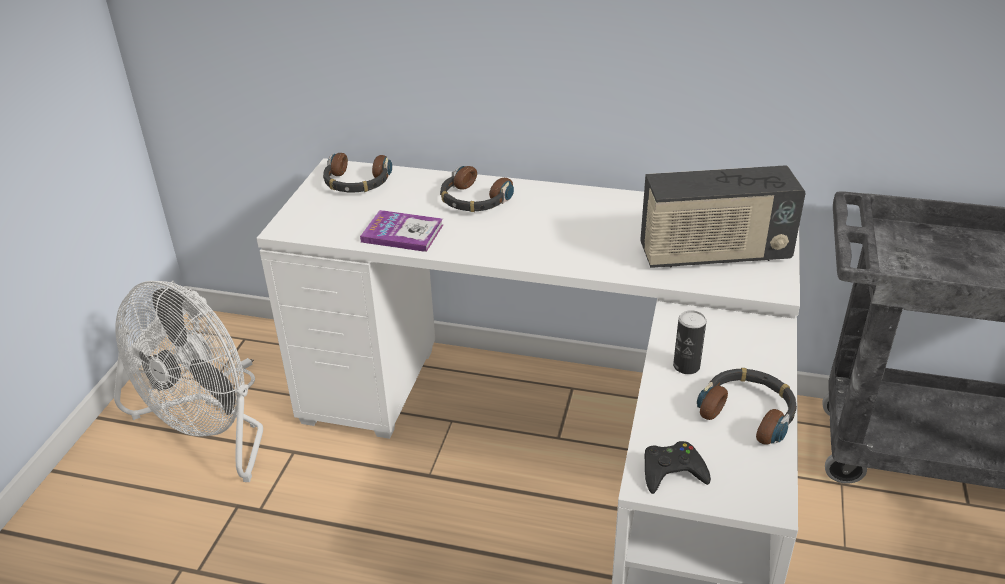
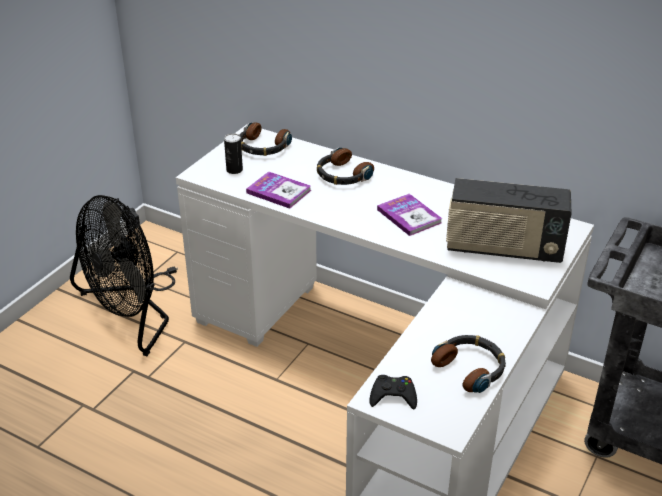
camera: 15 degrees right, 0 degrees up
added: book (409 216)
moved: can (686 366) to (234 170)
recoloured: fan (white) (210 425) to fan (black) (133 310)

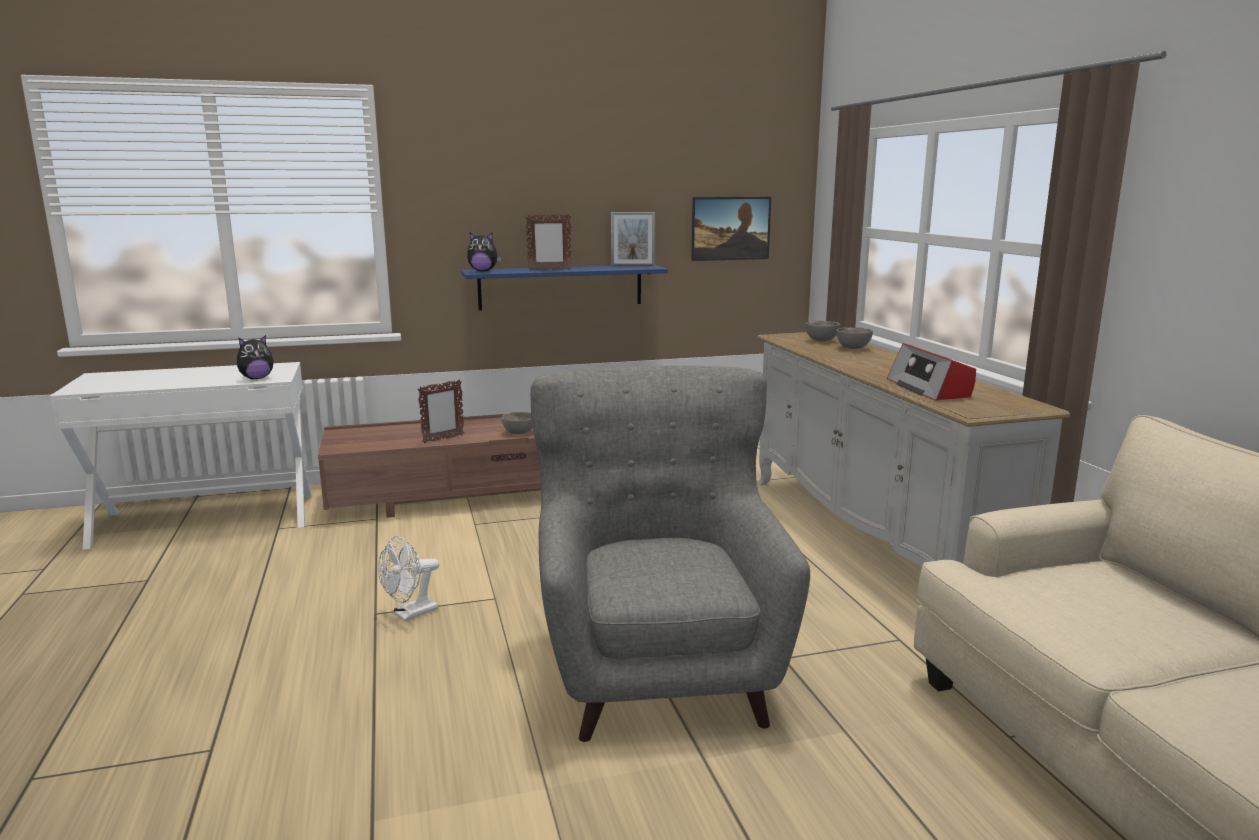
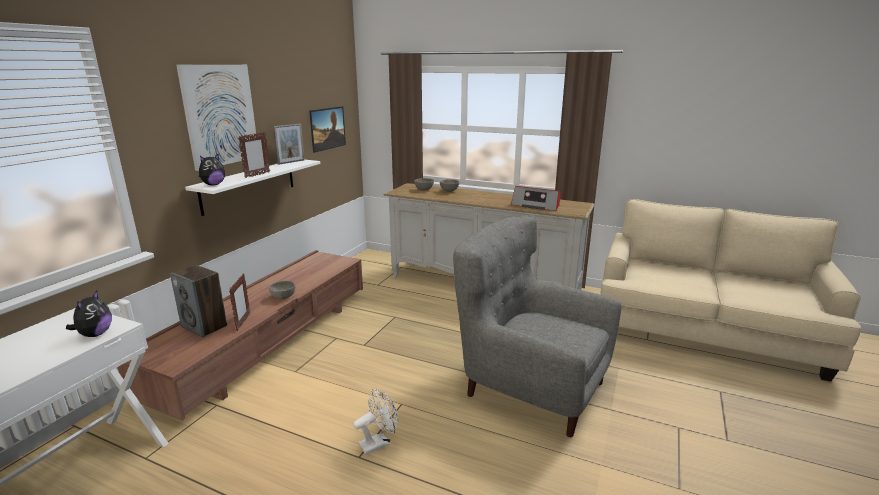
camera: 50 degrees left, 5 degrees up
added: speaker (205 326); picture (221 115)
recoloured: shelf (blue) (561 287) to shelf (white) (249 185)
turned: fan (white) (410 614) = (379 442) 120 degrees counterclockwise

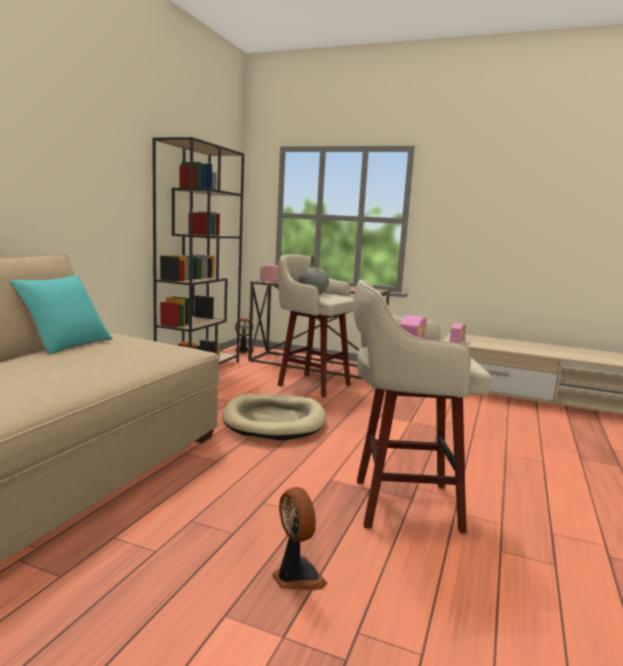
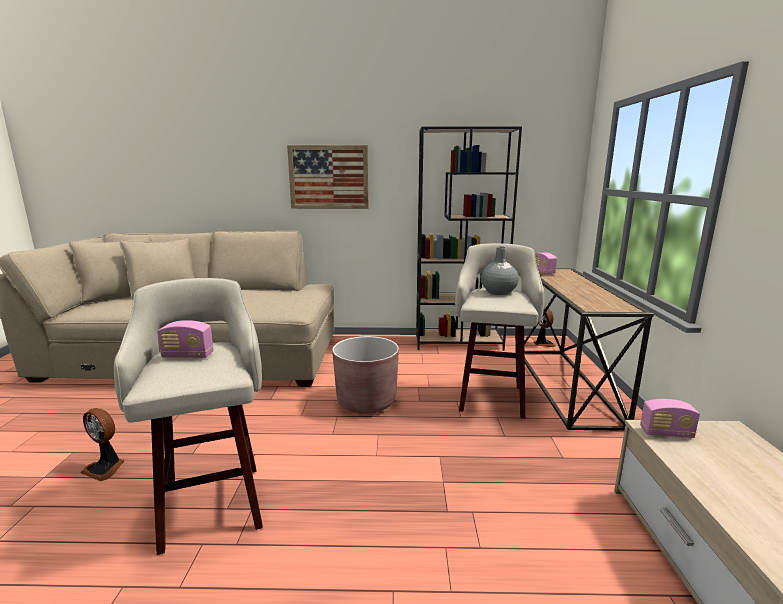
camera: 70 degrees right, 5 degrees up
removed: pillow (turquoise) (65 343)
added: picture (329 177)
replaced: dog bed (beige) (274 421) to planter (brown) (366 401)
turned: fan (296 576) = (105 468) 75 degrees clockwise

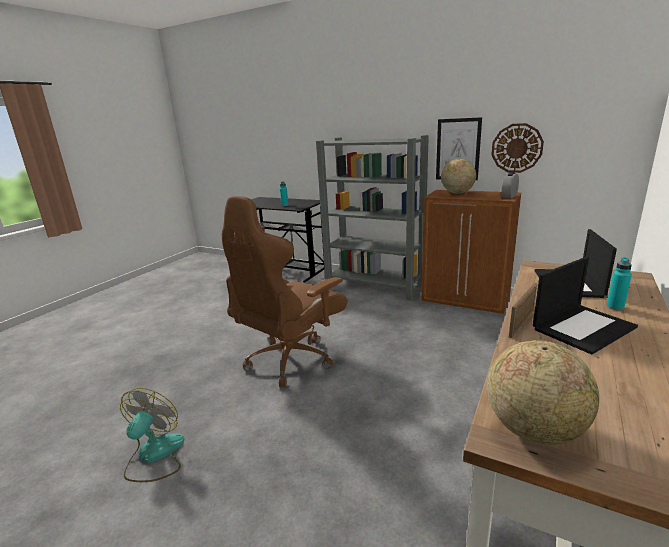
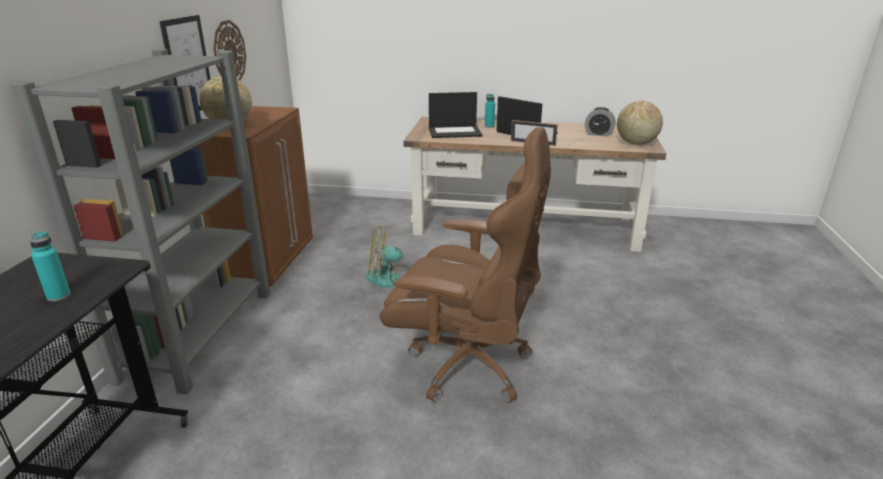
camera: 110 degrees left, 5 degrees up
moved: fan (154 456) to (391 279); alarm clock (509 196) to (598 134)

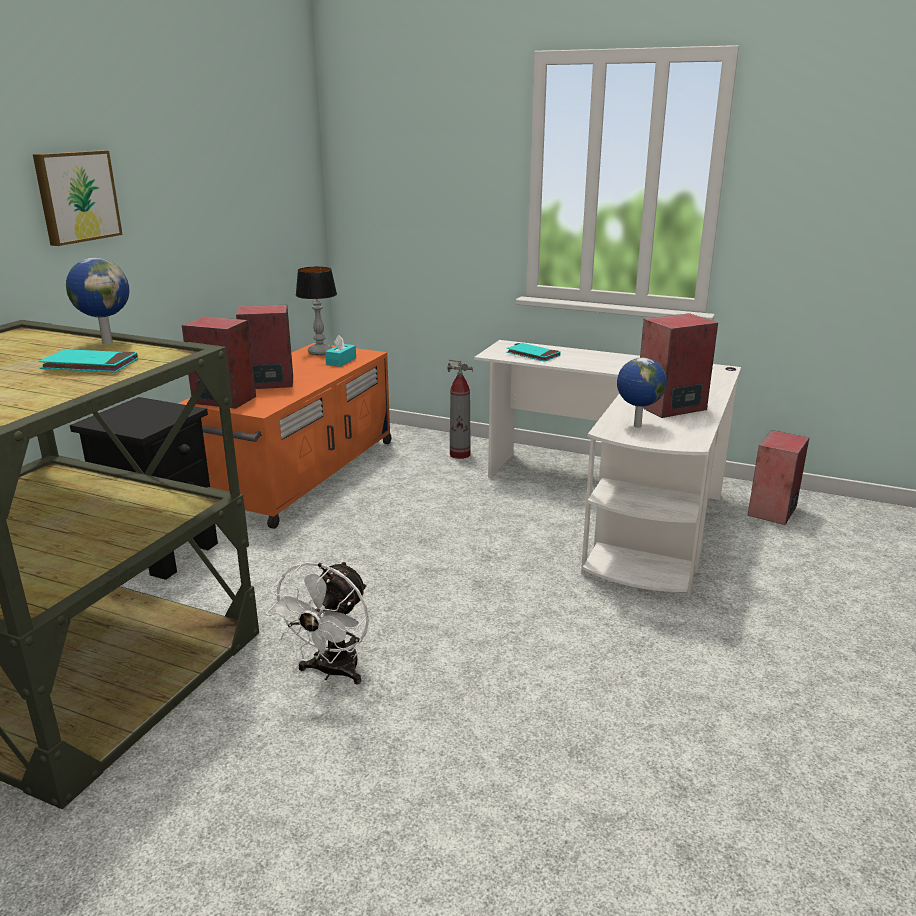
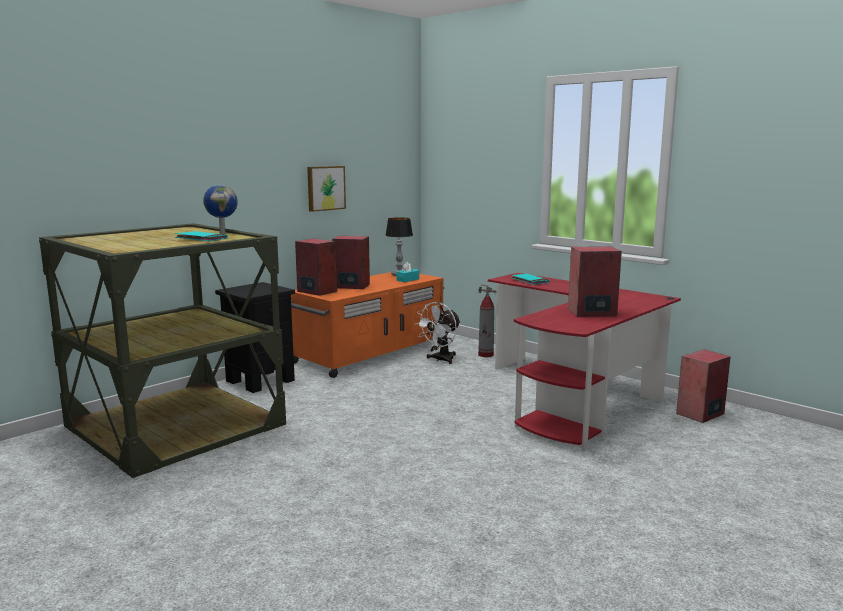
camera: 20 degrees right, 10 degrees down
removed: globe (636 426)
moved: picture (76 196) to (325 188); fan (white) (332 672) to (440 360)
recoloured: desk (white) (618 509) to desk (red) (575 397)

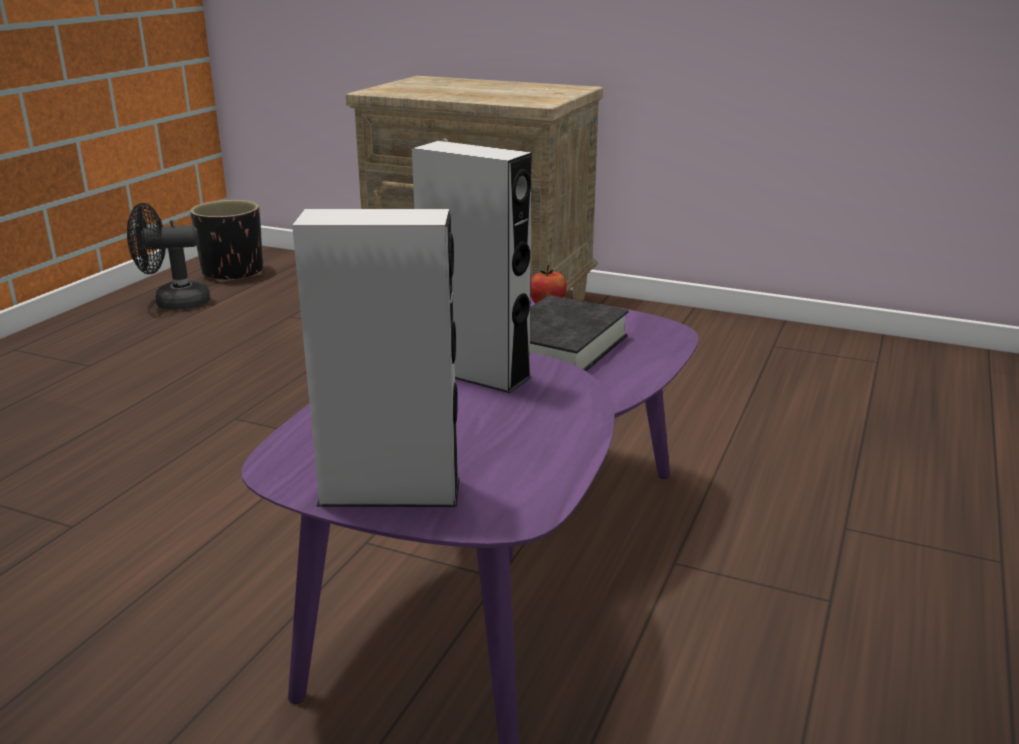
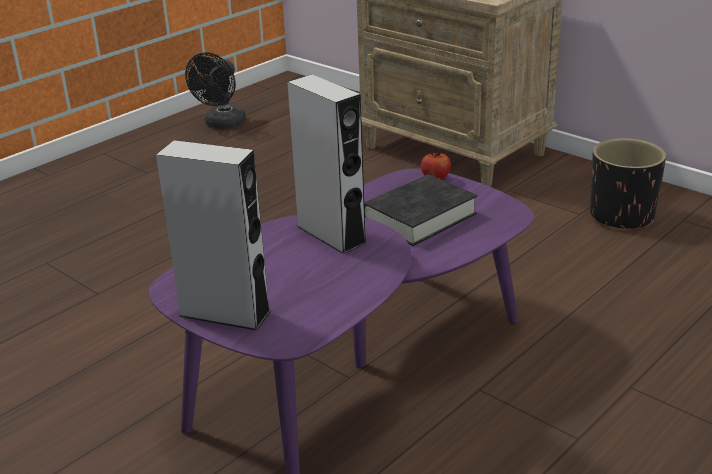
camera: 20 degrees right, 5 degrees up
moved: planter (black) (232 273) to (620 216)
turned: fan (black) (173 303) = (222 125) 75 degrees counterclockwise

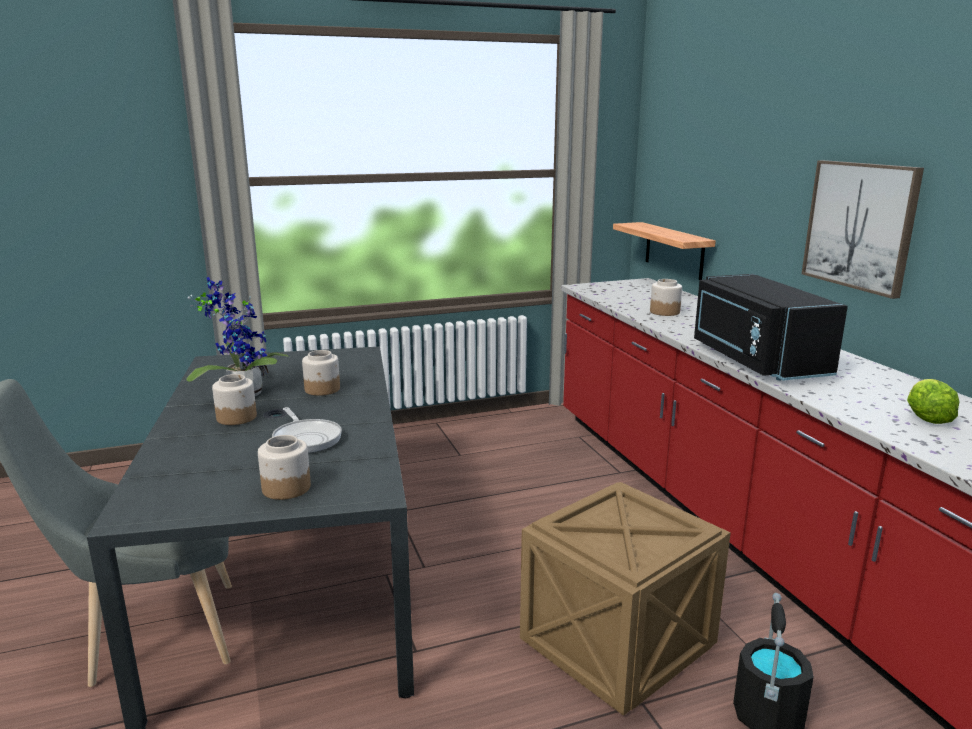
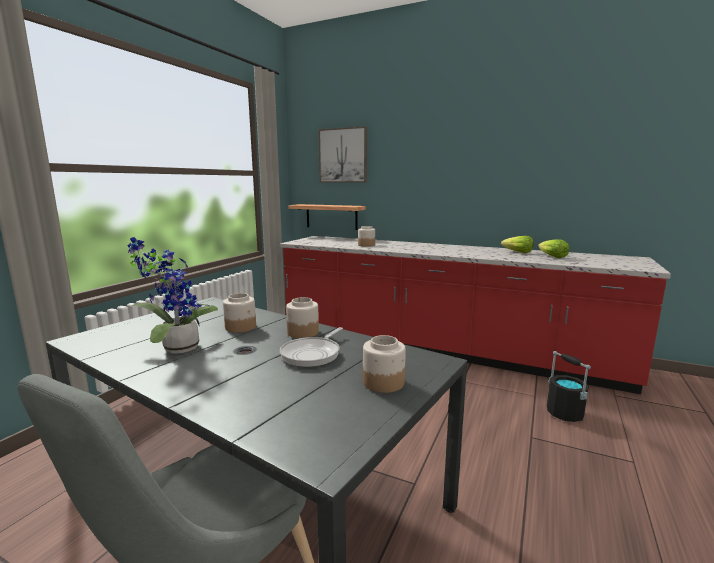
camera: 45 degrees left, 5 degrees down
removed: crate (619 642); microwave (black) (755 360)
added: lettuce (517 252)
moved: jar (237 417) to (302 332); picture (860 225) to (343 155)
turned: frying pan (306 439) = (313 354) 105 degrees clockwise

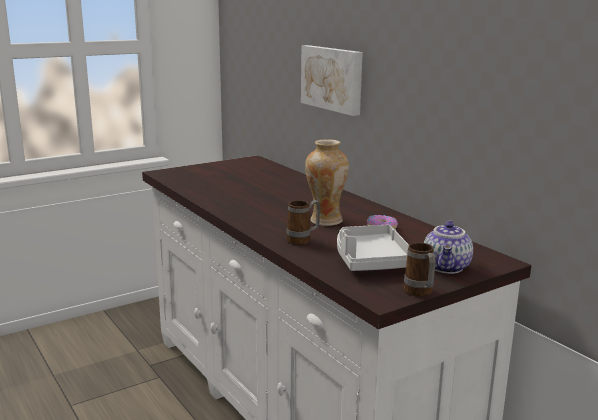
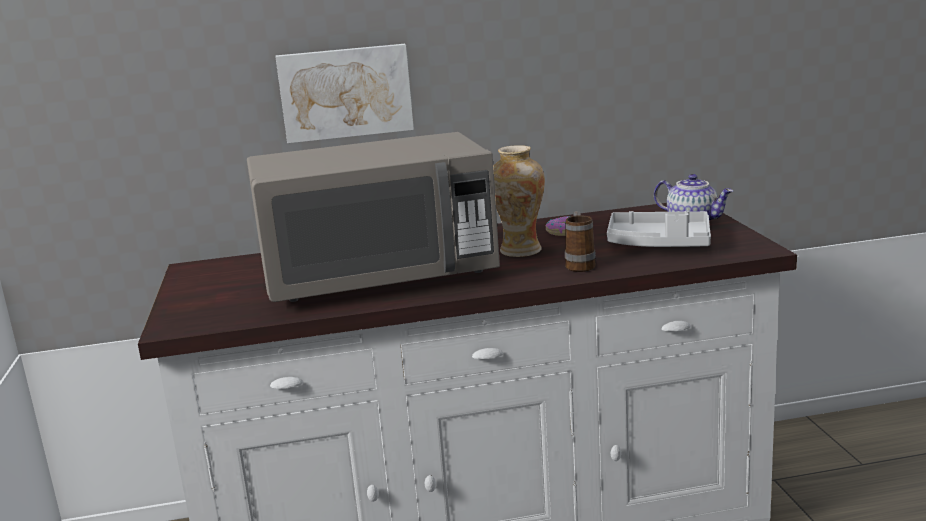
camera: 65 degrees left, 0 degrees up
removed: mug (420 293)
added: microwave (grey) (379 279)

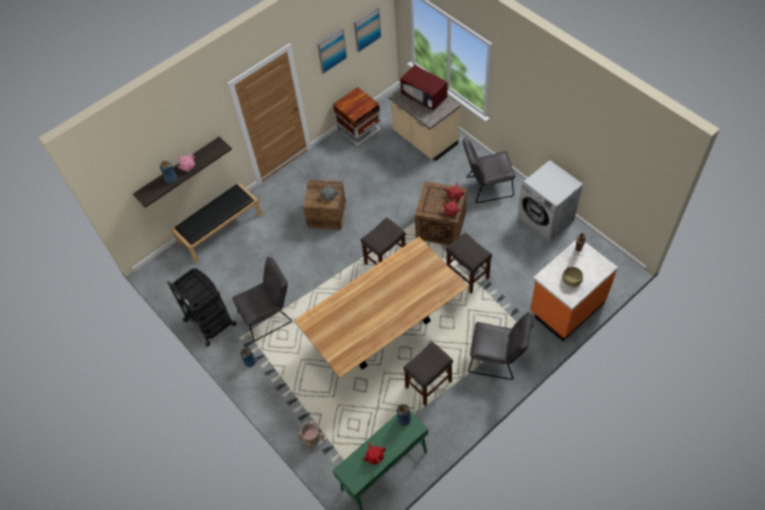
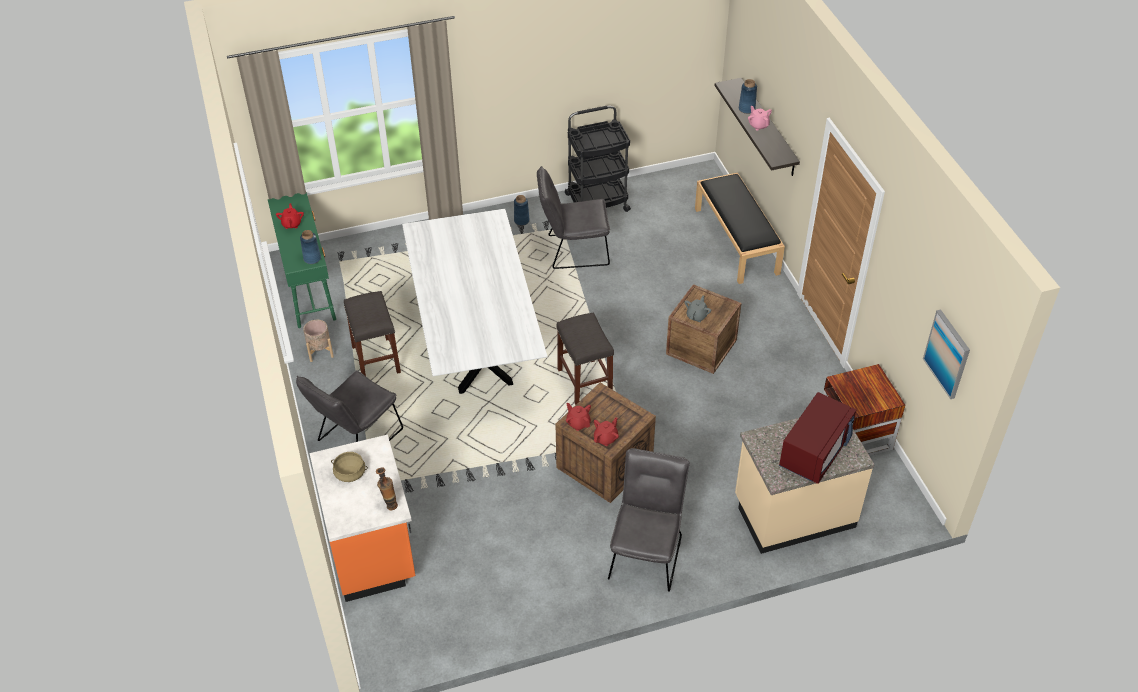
camera: 110 degrees right, 10 degrees down
removed: picture (331 50); stool (grey) (468 275); washing machine (white) (545 220)
moved: planter (beige) (312 440) to (320 351)
recoloured: dining table (brown) (384 332) to dining table (white) (476 344)
turned: chair (grey) (268 316) = (573 250) 90 degrees clockwise; microwave (red) (424 96) = (814 451) 150 degrees clockwise

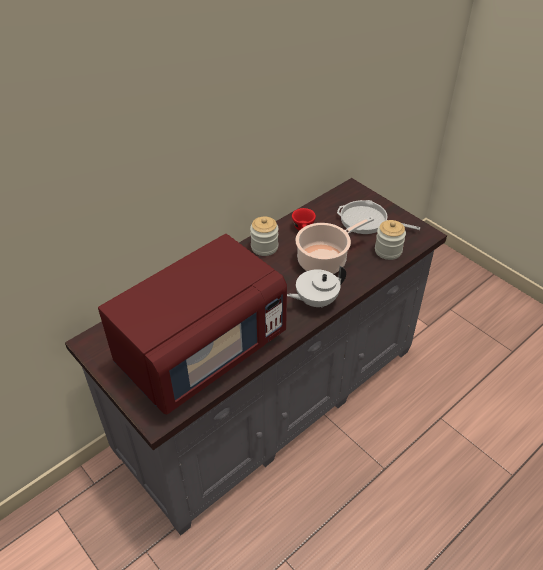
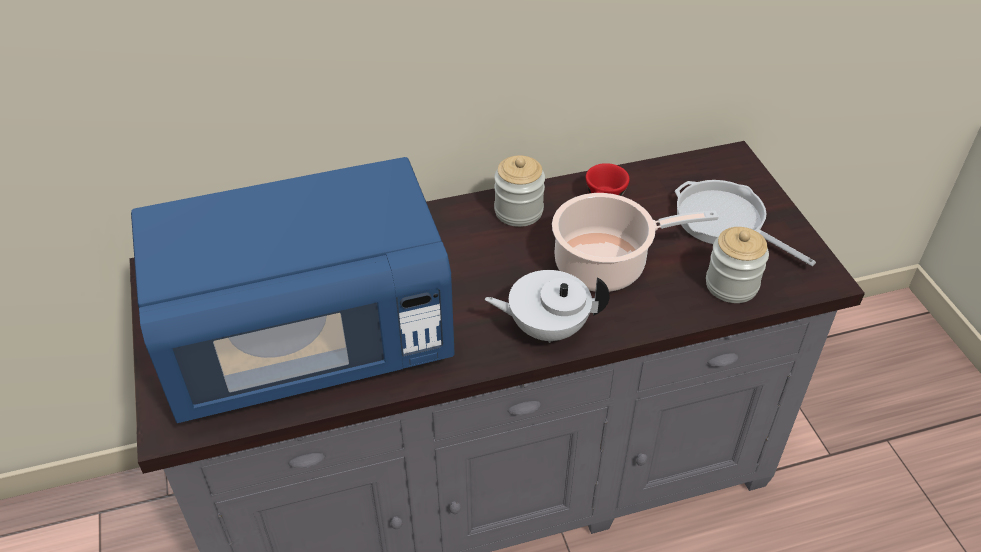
camera: 25 degrees right, 0 degrees up
recoloured: microwave (red) (201 350) to microwave (blue) (309 343)

